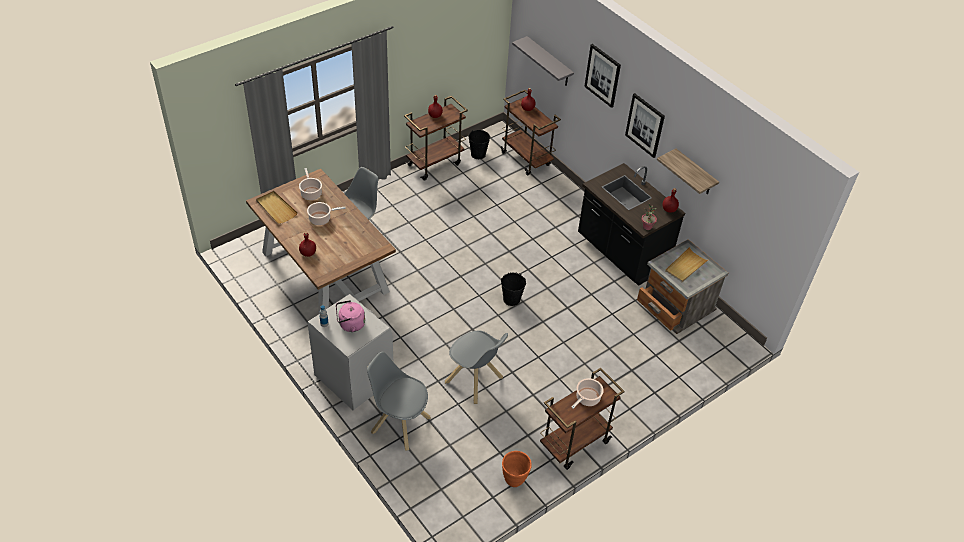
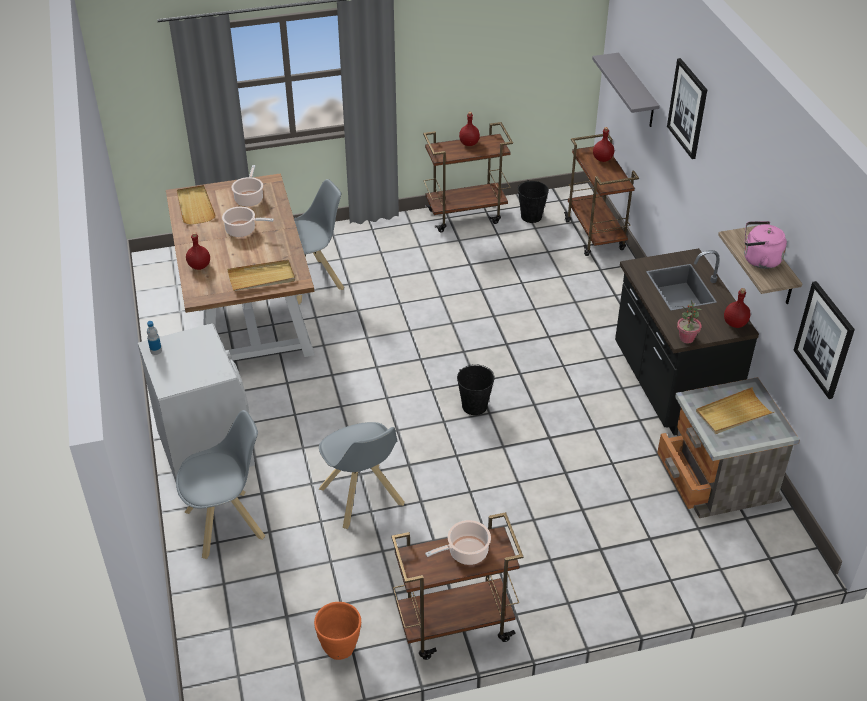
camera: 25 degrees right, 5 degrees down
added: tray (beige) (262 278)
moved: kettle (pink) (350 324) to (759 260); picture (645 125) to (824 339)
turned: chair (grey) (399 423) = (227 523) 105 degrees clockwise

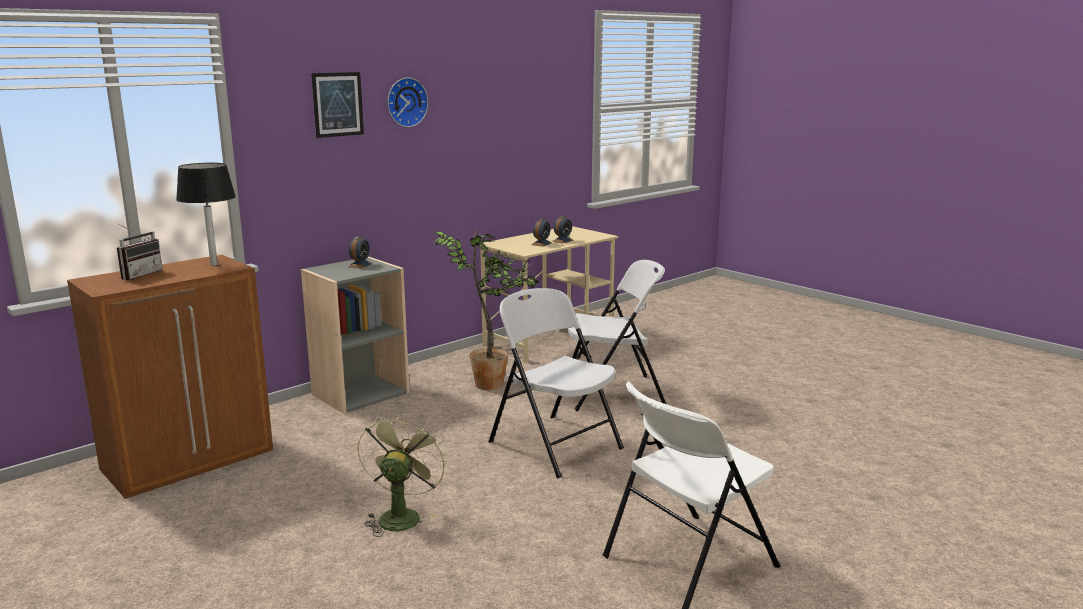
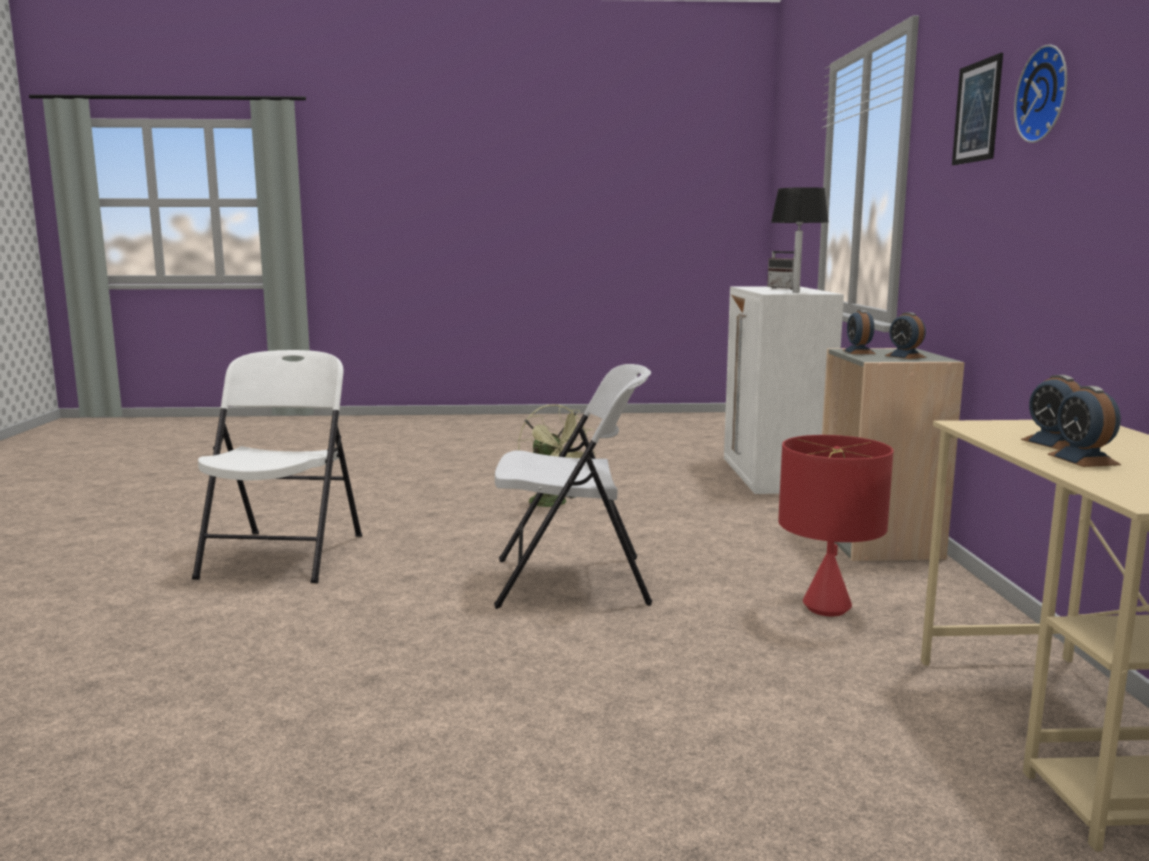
camera: 130 degrees right, 5 degrees down
removed: chair (white) (612 393)
added: alarm clock (858 352)
replaced: potted plant (494 384) to table lamp (red) (826 609)
recoloured: cabinet (brown) (189 459) to cabinet (white) (773 474)

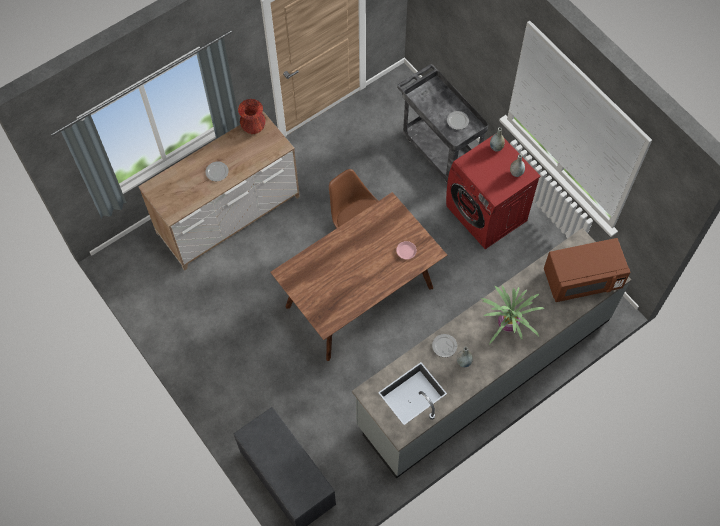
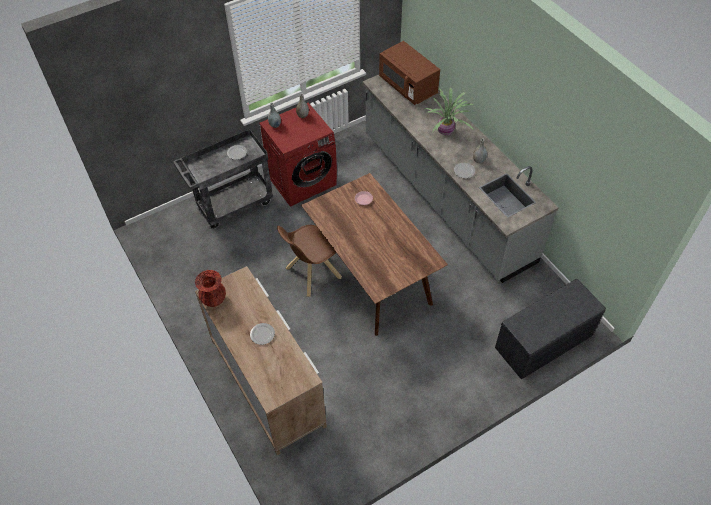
camera: 85 degrees left, 10 degrees down
turned: microwave (brown) (582 279) = (408 86) 150 degrees clockwise

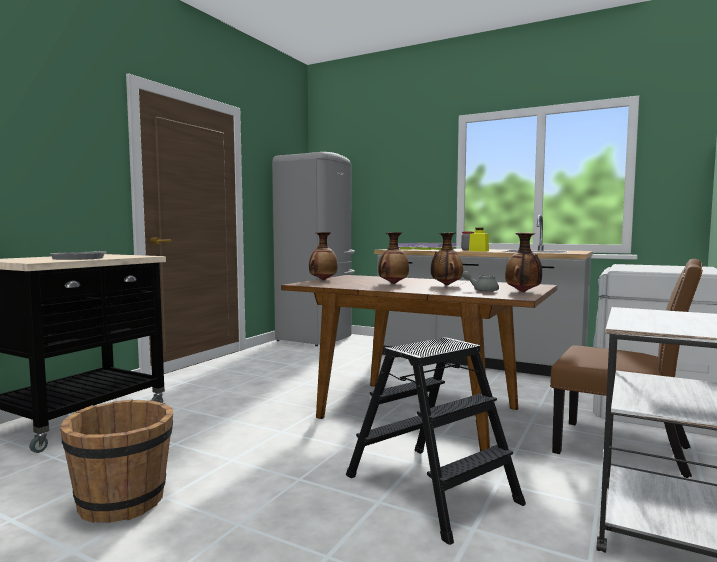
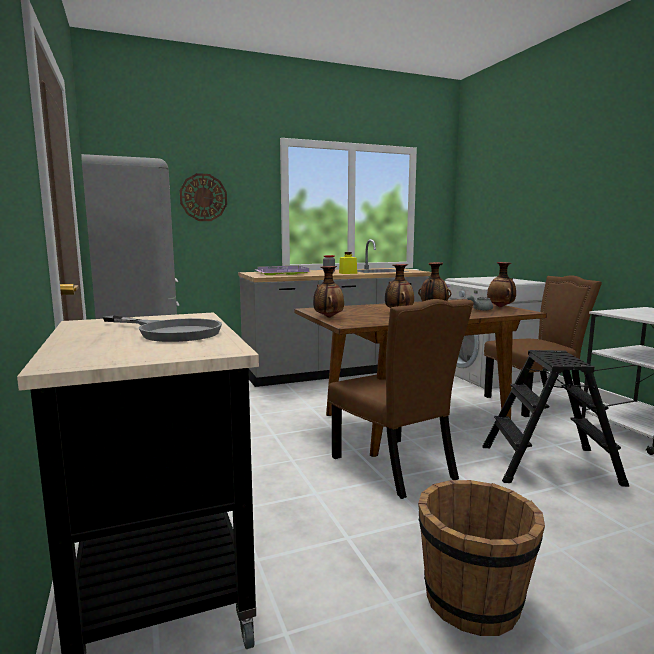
camera: 50 degrees left, 5 degrees up
added: wall clock (203 197); chair (brown) (393 466)

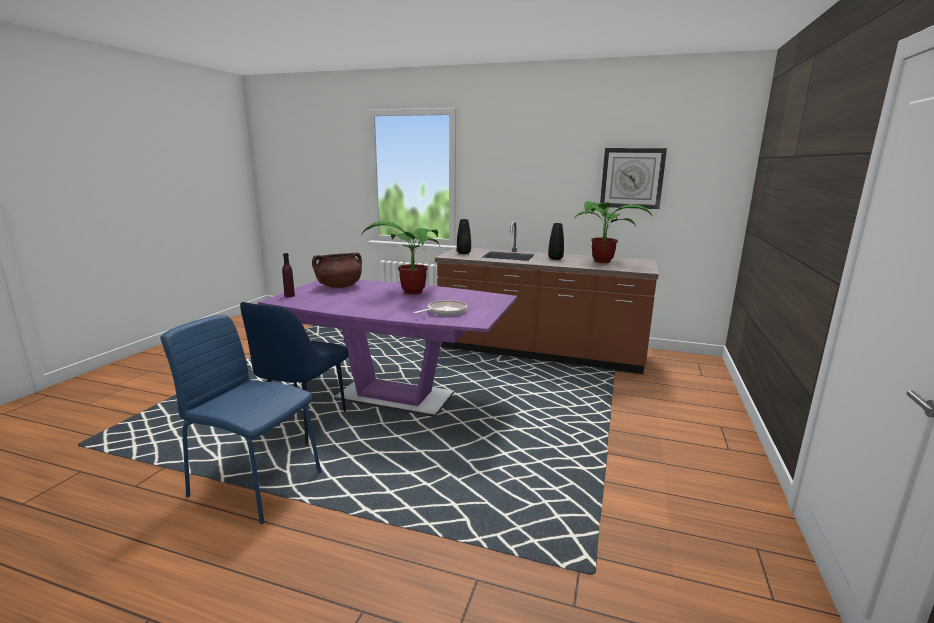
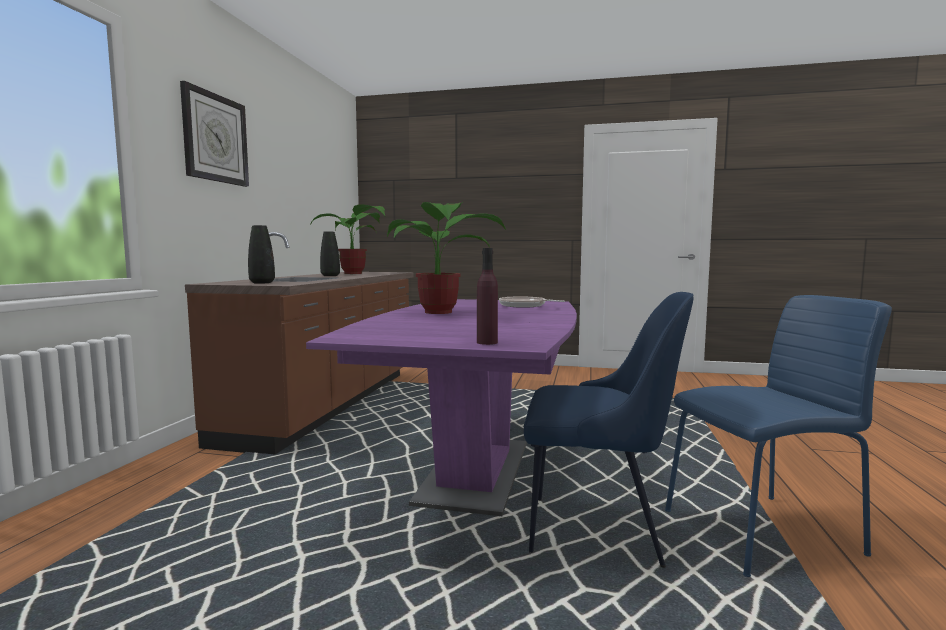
camera: 95 degrees left, 10 degrees down
removed: cooking pot (brown) (339 286)
moved: wall clock (632 178) to (215 138)
turned: chair (blue) (252 483) = (765 531) 120 degrees counterclockwise

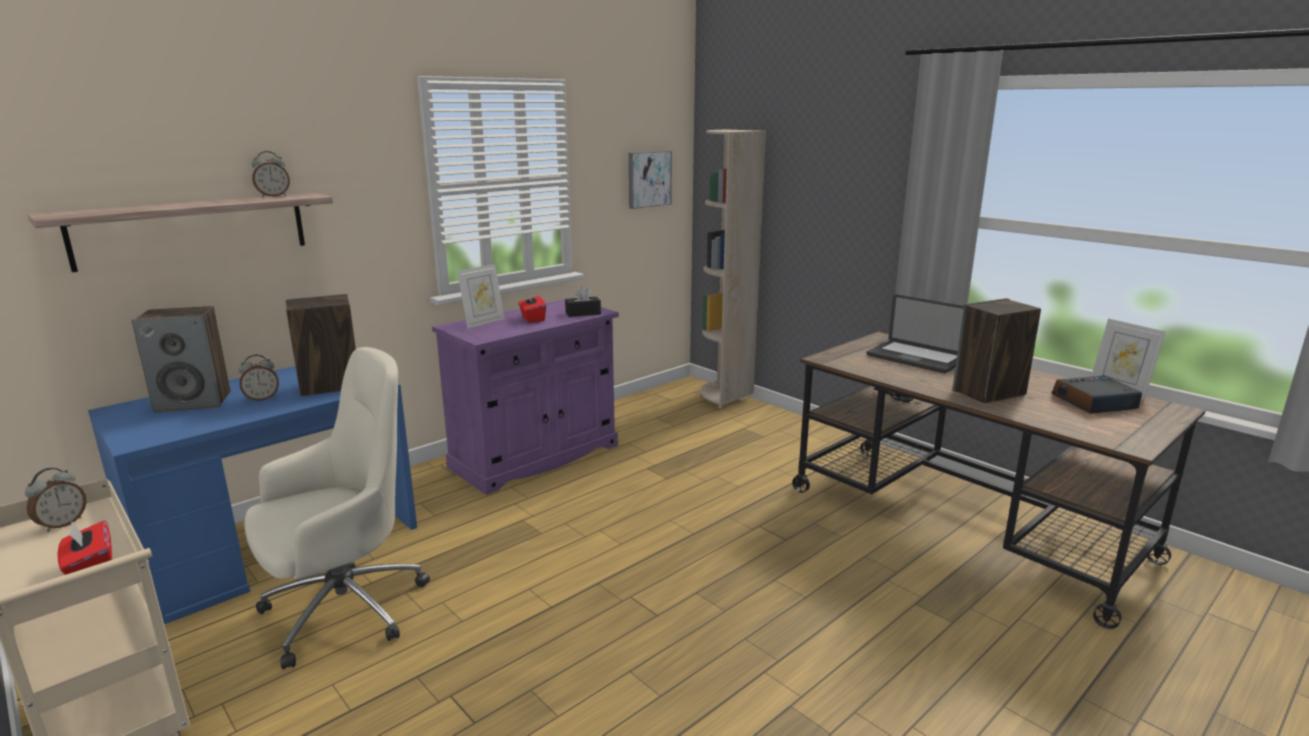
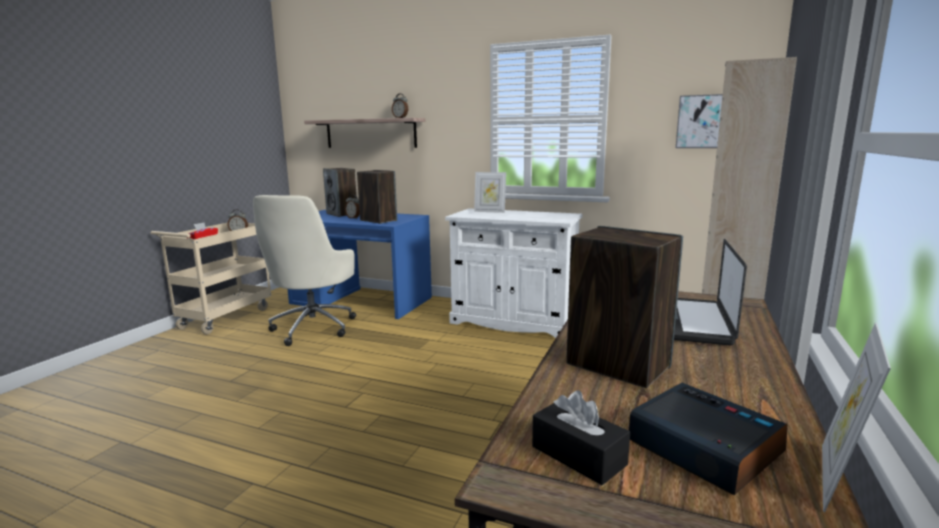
camera: 65 degrees right, 5 degrees down
removed: tissue box (red) (532 318)
moved: tissue box (black) (583 313) to (578 455)
recoloured: cabinet (purple) (535 456) to cabinet (white) (513 321)
turned: office chair (beige) (346 611) = (313 328) 75 degrees clockwise

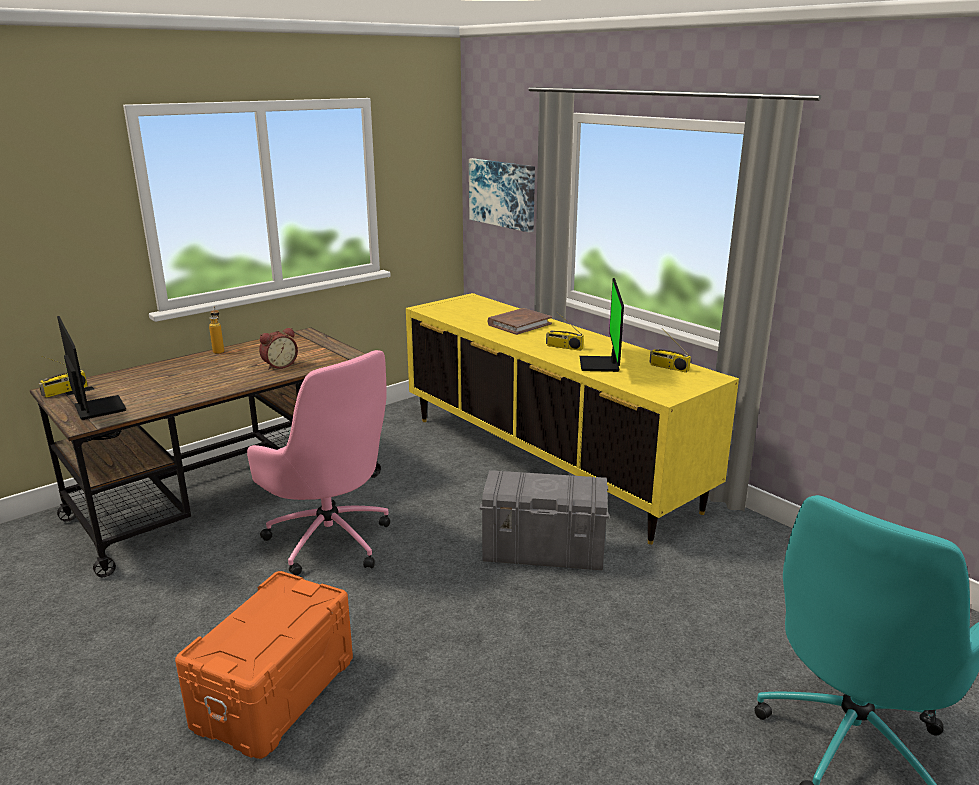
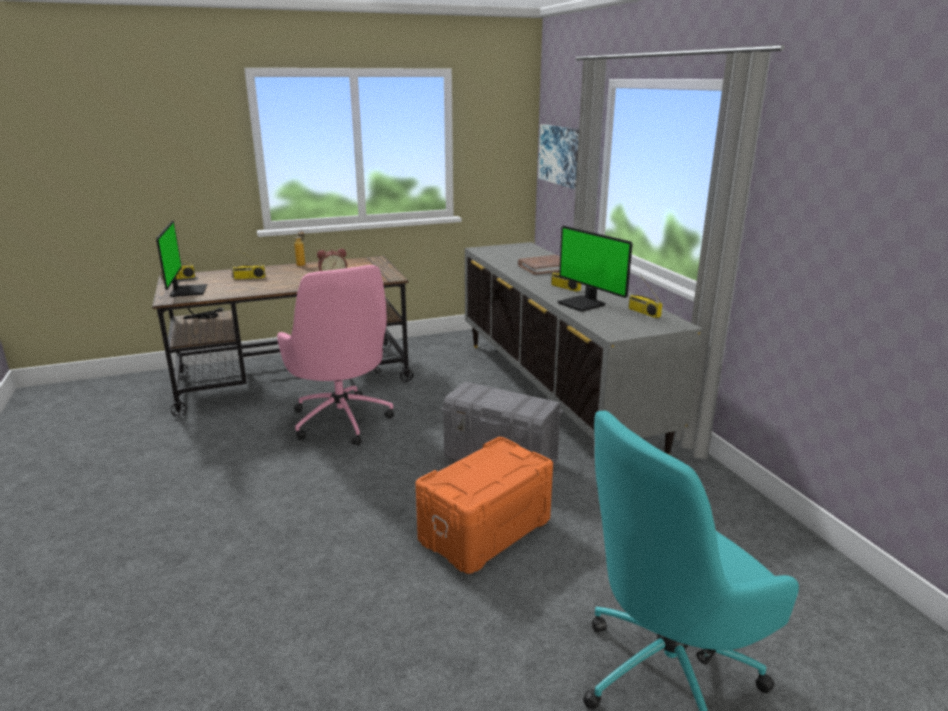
camera: 20 degrees right, 0 degrees up
added: radio (249 278)
moved: storage box (orange) (276 692) to (486 530)
recoloured: cabinet (yellow) (547 462) to cabinet (grey) (555 392)
turned: monitor (601 365) = (583 304) 60 degrees counterclockwise

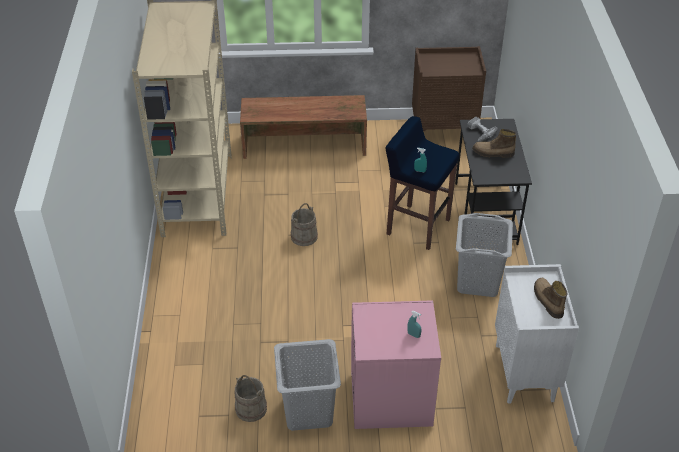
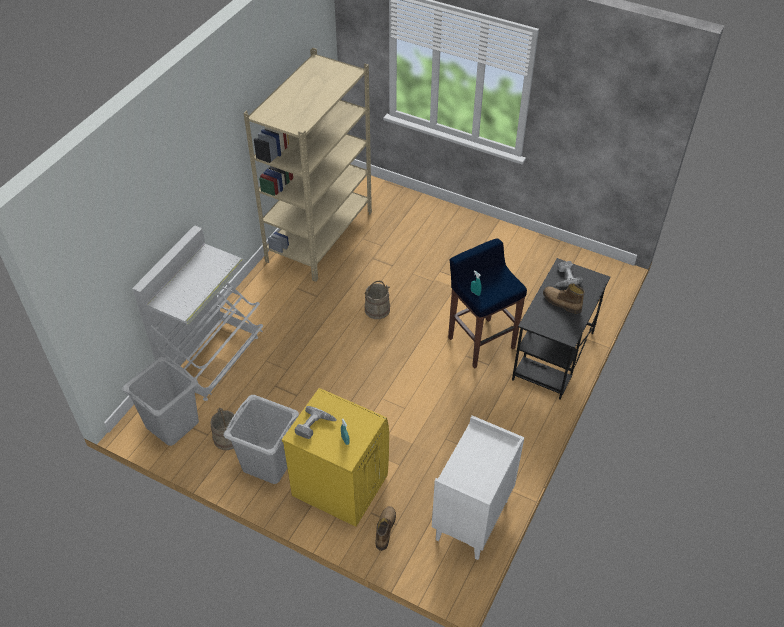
camera: 30 degrees right, 5 degrees up
removed: bench (brown) (305 144); cabinet (brown) (444 133)
added: shoe rack (white) (215 360); power drill (315 426)
moved: laundry basket (grey) (478 281) to (173 424); boot (547 301) to (384 529)
recoloured: washing machine (pink) (390 399) to washing machine (yellow) (340 485)

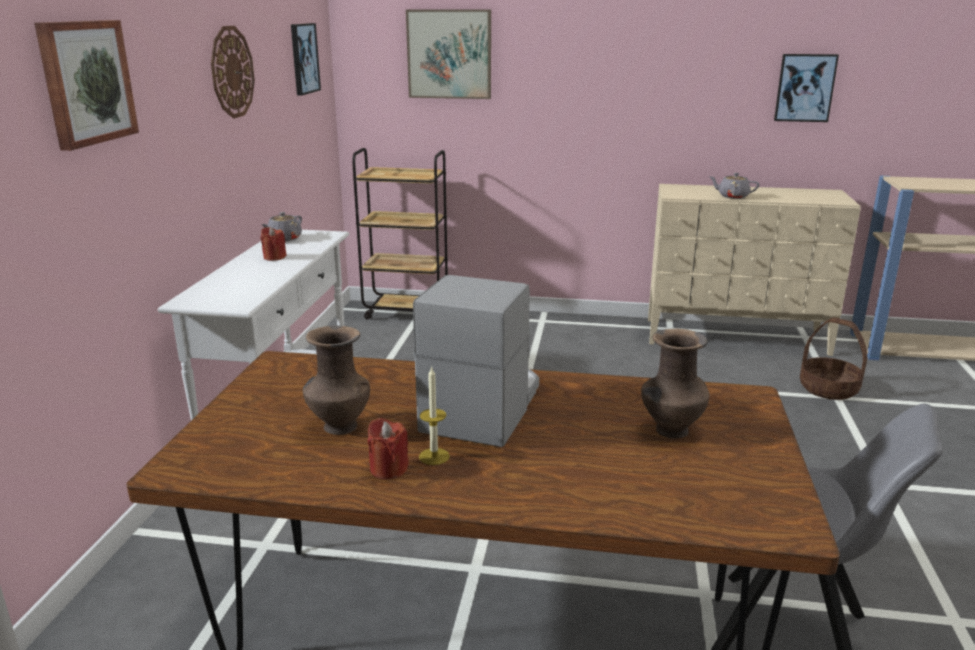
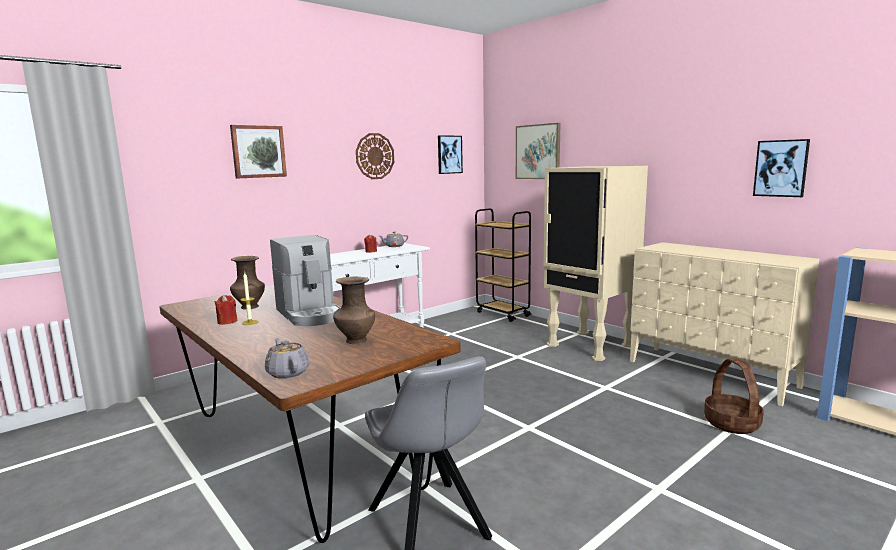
camera: 40 degrees right, 10 degrees down
added: cabinet (beige) (590 345)
moved: teapot (grey) (732 196) to (287 372)
turned: coffee machine (483 407) = (309 314) 90 degrees clockwise

